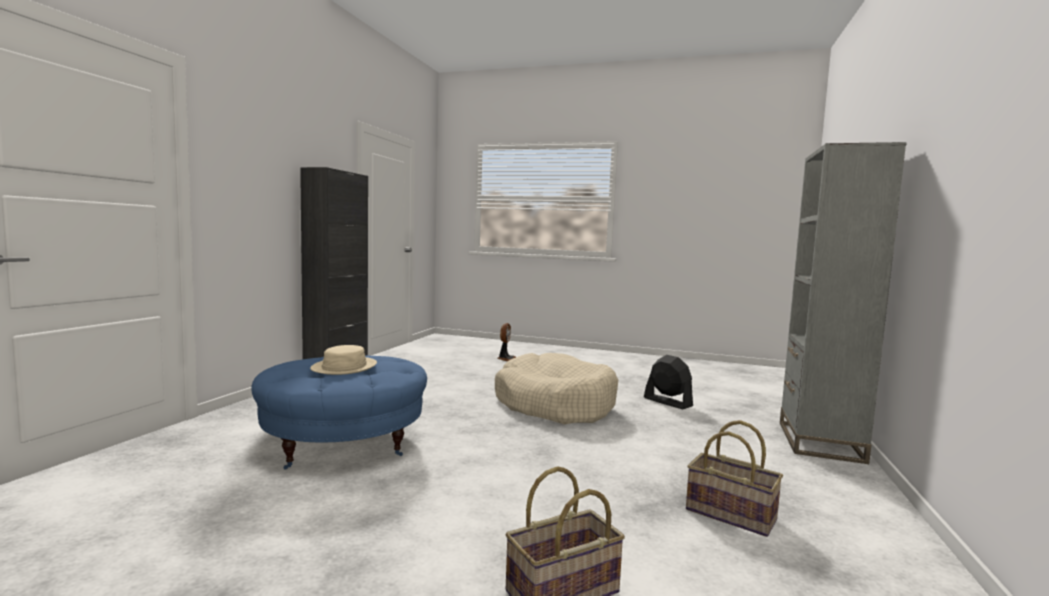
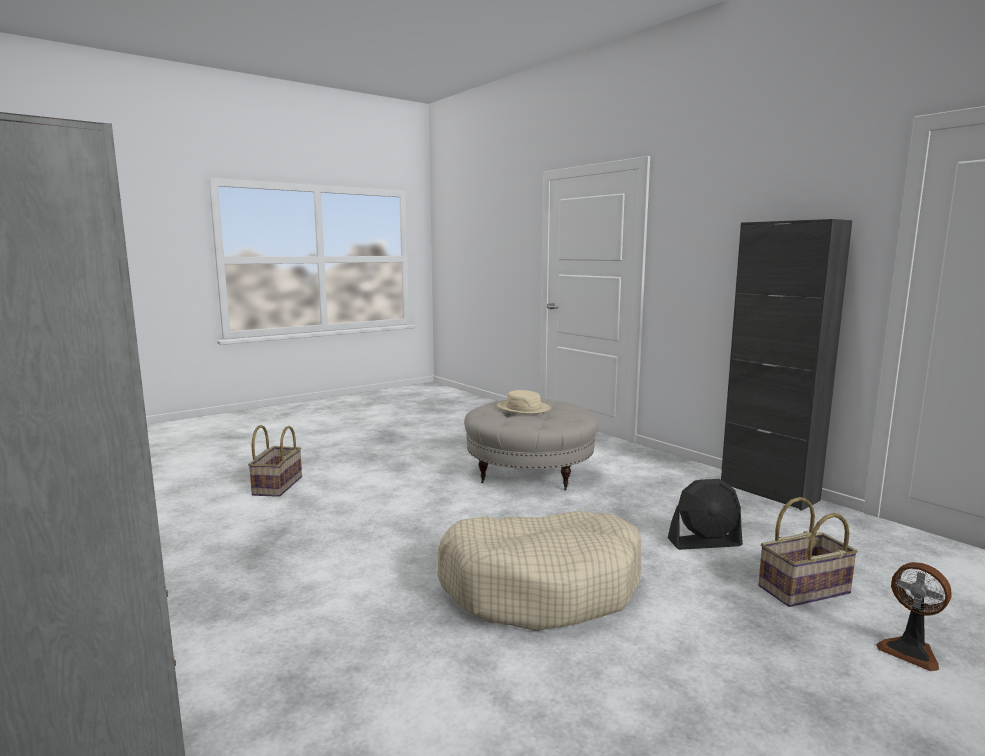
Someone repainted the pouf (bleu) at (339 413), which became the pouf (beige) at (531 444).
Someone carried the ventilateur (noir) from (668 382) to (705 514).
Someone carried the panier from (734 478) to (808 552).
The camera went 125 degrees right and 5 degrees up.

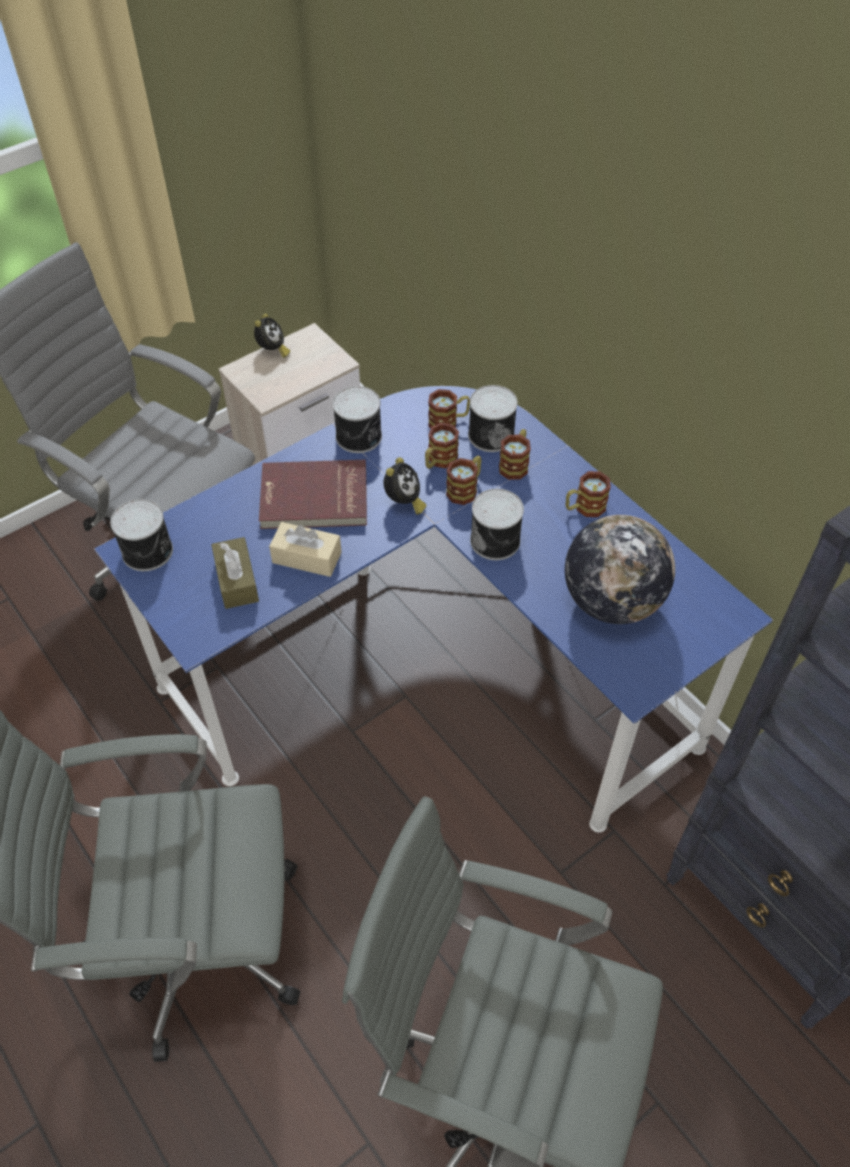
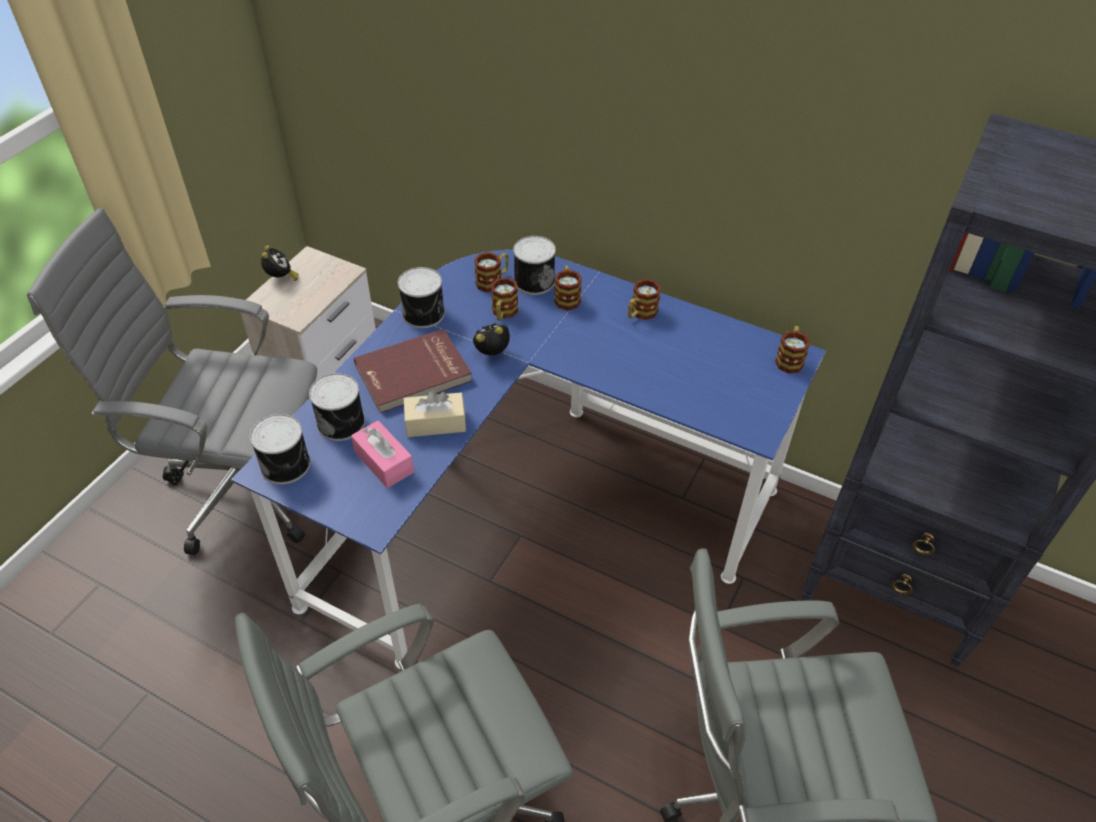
Someone repainted the boîte à mouchoirs (marron) at (235 573), which became the boîte à mouchoirs (rose) at (382 454).
Someone rotated the réveil at (404 486) by 105 degrees counterclockwise.
Someone carried the mug from (464 480) to (793 350).
Someone carried the boîte métallique from (497 524) to (337 407).
Someone took away the globe at (620 569).
The camera went 25 degrees left and 5 degrees down.

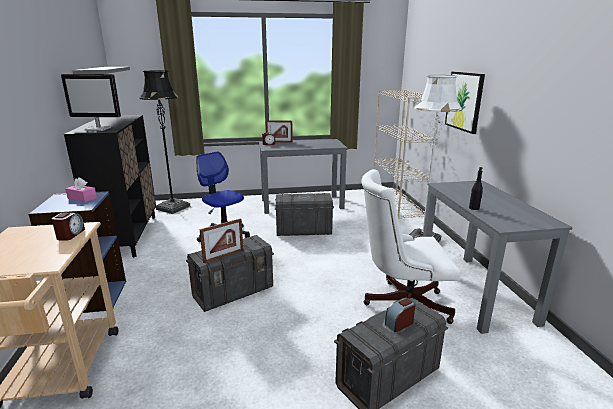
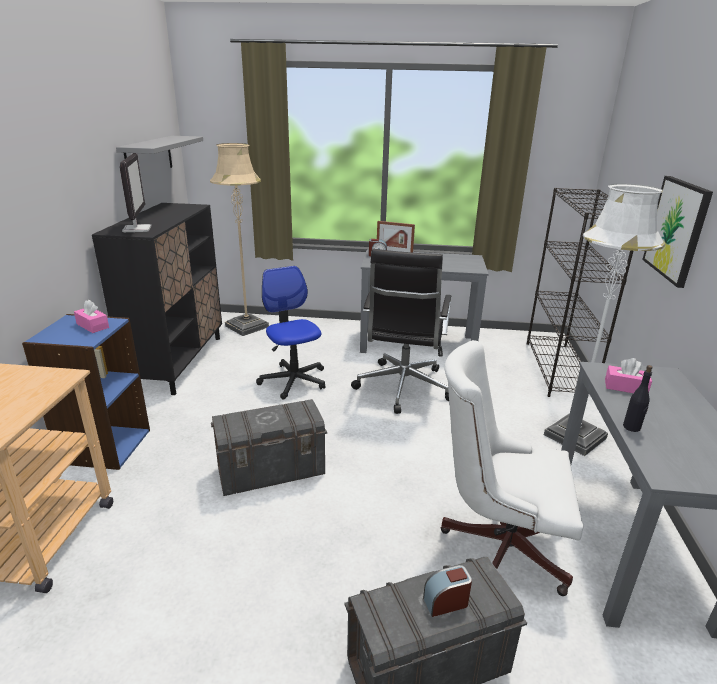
Someone took away the réveil at (68 227).
Someone rotated the écran d'ordinateur at (91 102) by 120 degrees counterclockwise.
Someone repainted the lampadaire (noir) at (164 142), which became the lampadaire (beige) at (239 239).
Someone took away the cadre photo at (221 240).
Someone swapped the boîte de rangement (gris) at (304 214) for the chaise de bureau (noir) at (401 331).
Someone repainted the bibliothèque (beige) at (406 154), which became the bibliothèque (noir) at (580 292).
Someone put down the boîte à mouchoirs (rose) at (628 375).
The camera went 15 degrees right and 5 degrees up.

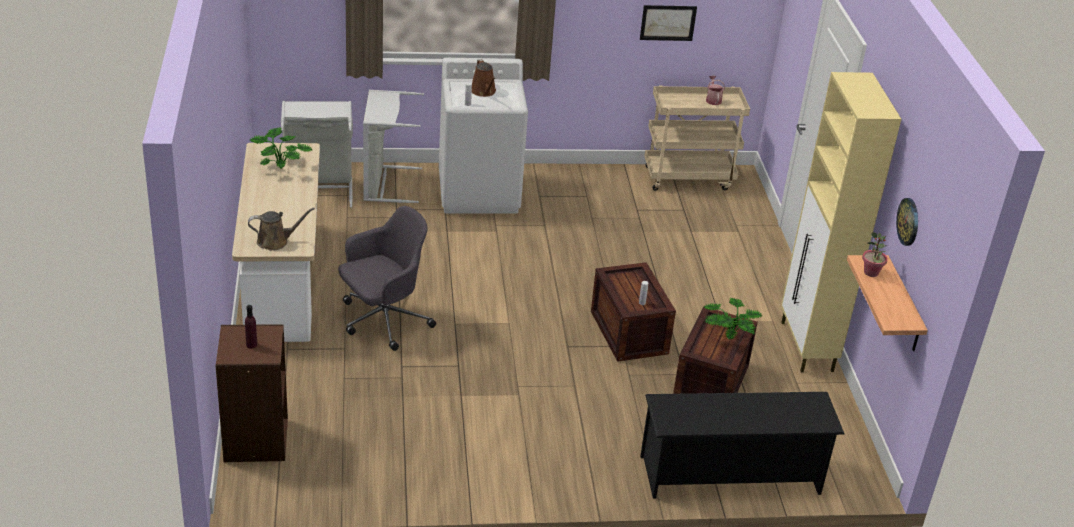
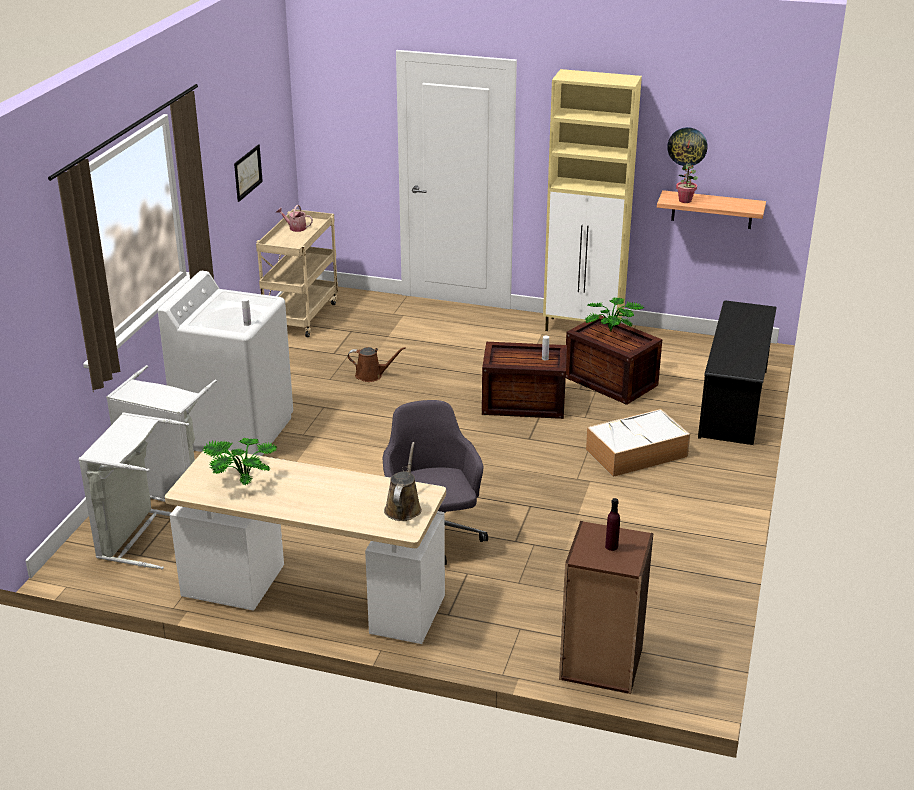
Someone carried the arrosoir (marron) from (484 78) to (377 364).
Someone put down the boîte de rangement at (638 443).
The camera went 65 degrees left and 5 degrees down.

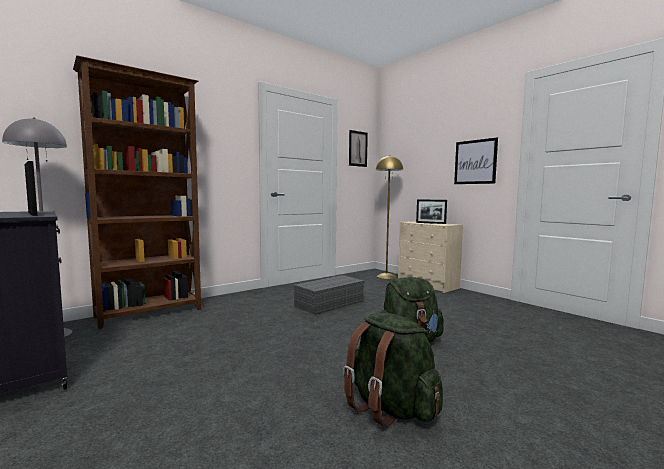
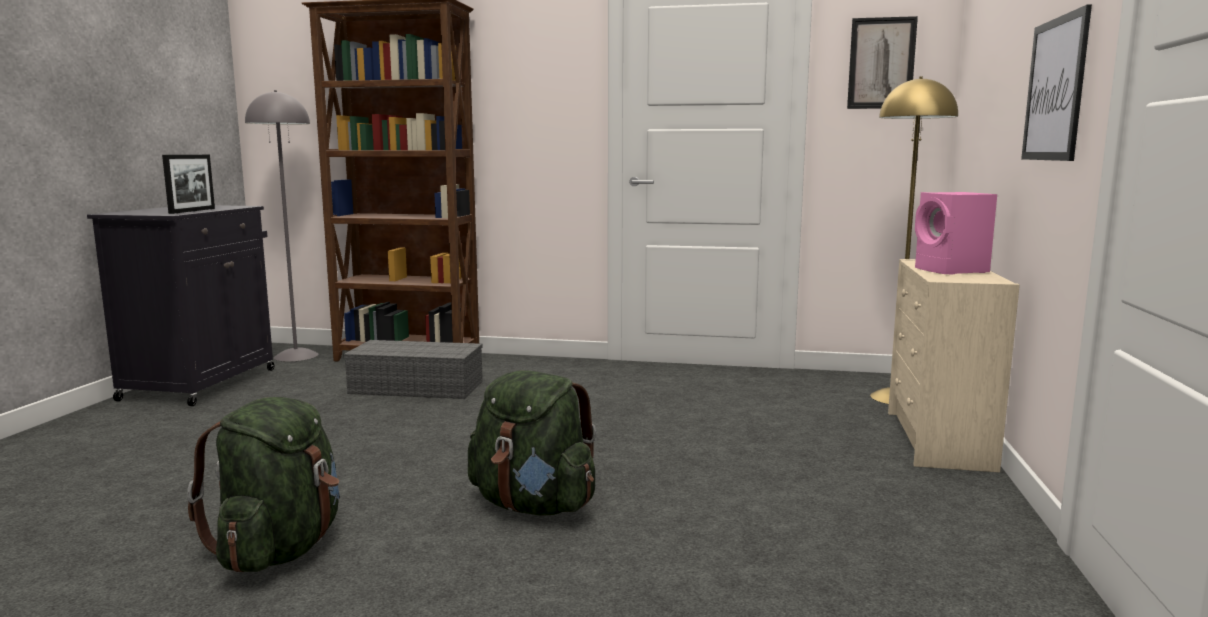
Someone carried the boîte de rangement (gris) from (329 295) to (413 369).
Someone swapped the cadre photo at (431 211) for the enceinte (rose) at (956 233).
The camera went 50 degrees right and 5 degrees up.

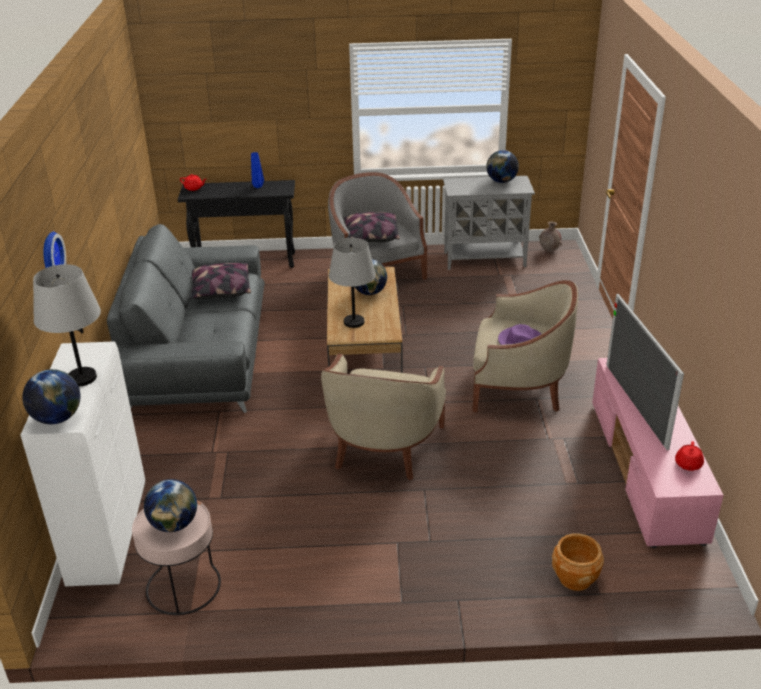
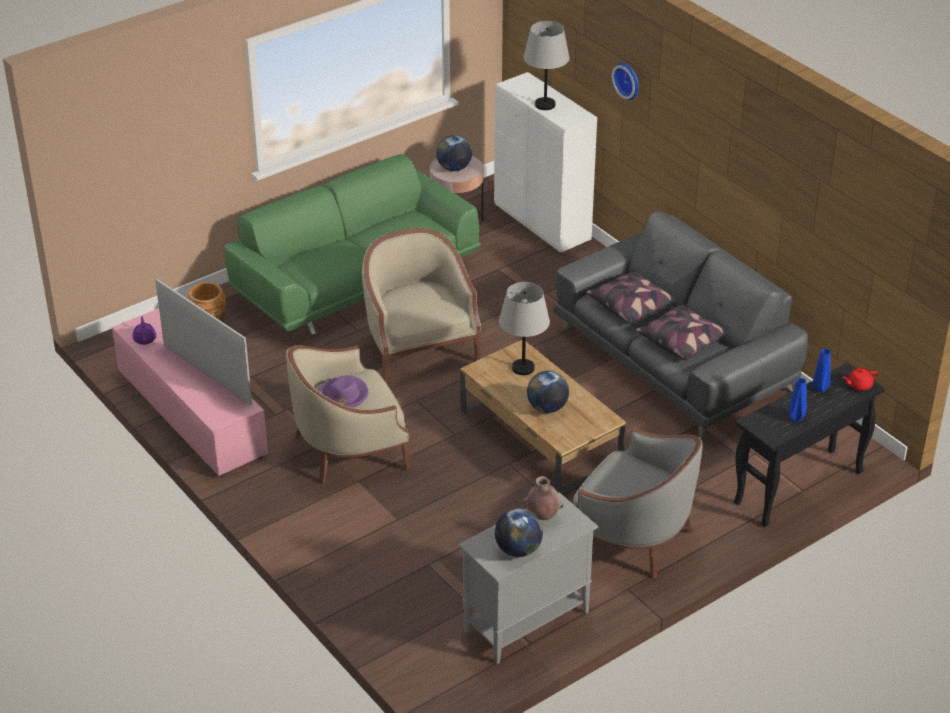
Someone took away the globe at (51 396).
Someone carried the coussin from (372 227) to (632 297).
Someone carried the vase (marron) from (550 236) to (543 498).
Someone repainted the théière (rouge) at (689 456), which became the théière (violet) at (144 331).
Someone put down the canapé (vert) at (353 244).
Someone put down the vase (bleu) at (821 370).
The camera went 145 degrees right and 5 degrees up.

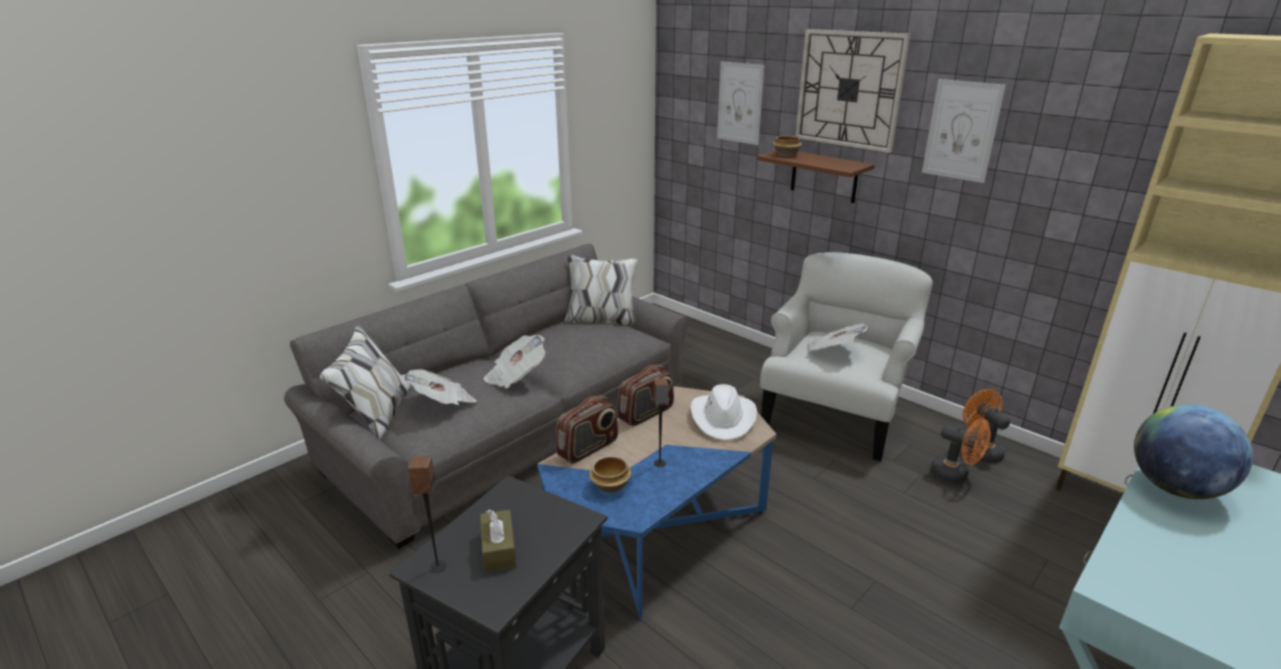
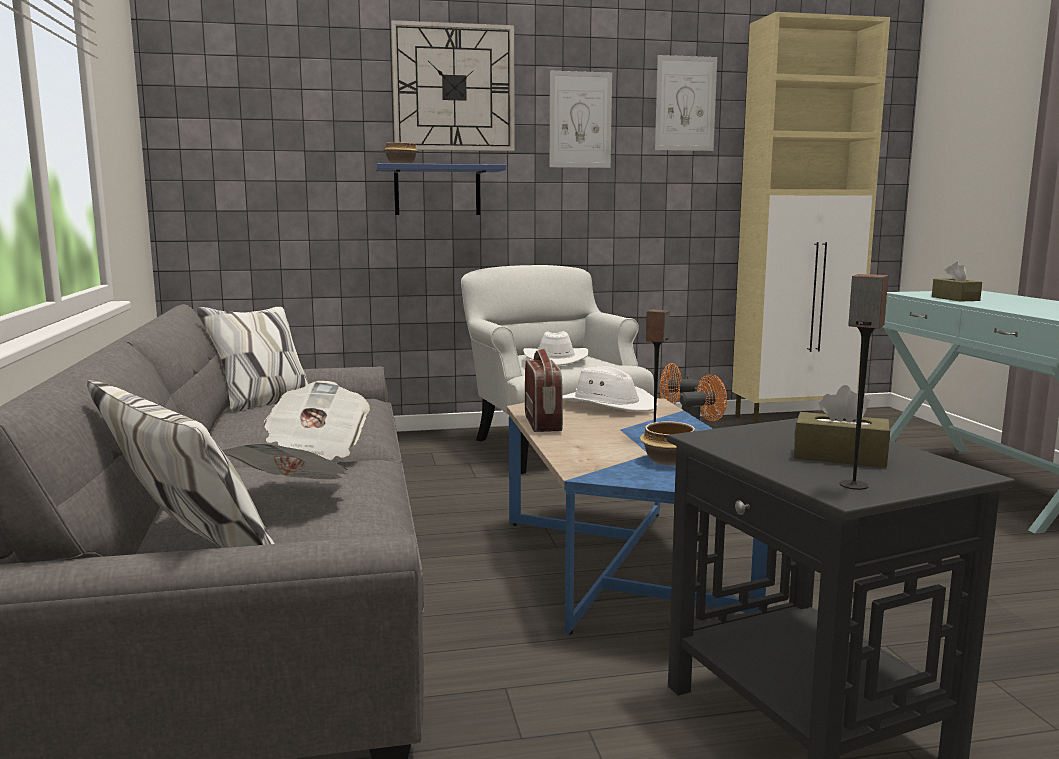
Someone took away the radio at (587 430).
Someone carried the tableau from (741 103) to (686 103).
Someone repainted the étagère (marron) at (816 177), which became the étagère (bleu) at (440 189).
Someone swapped the journal at (838 337) for the chapeau (blanc) at (555 348).
Someone swapped the globe at (1193 451) for the boîte à mouchoirs (marron) at (957 282).
The camera went 55 degrees left and 15 degrees down.

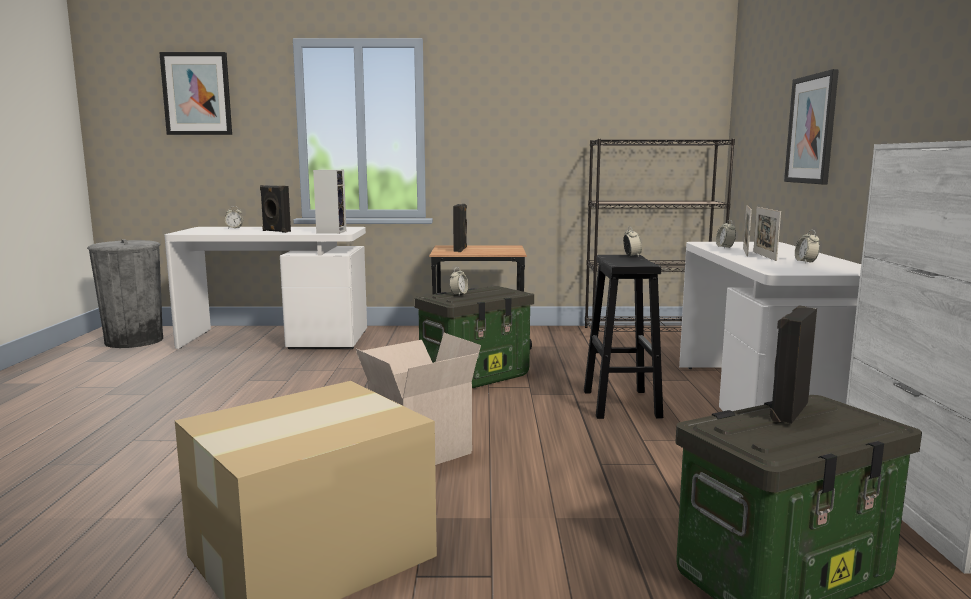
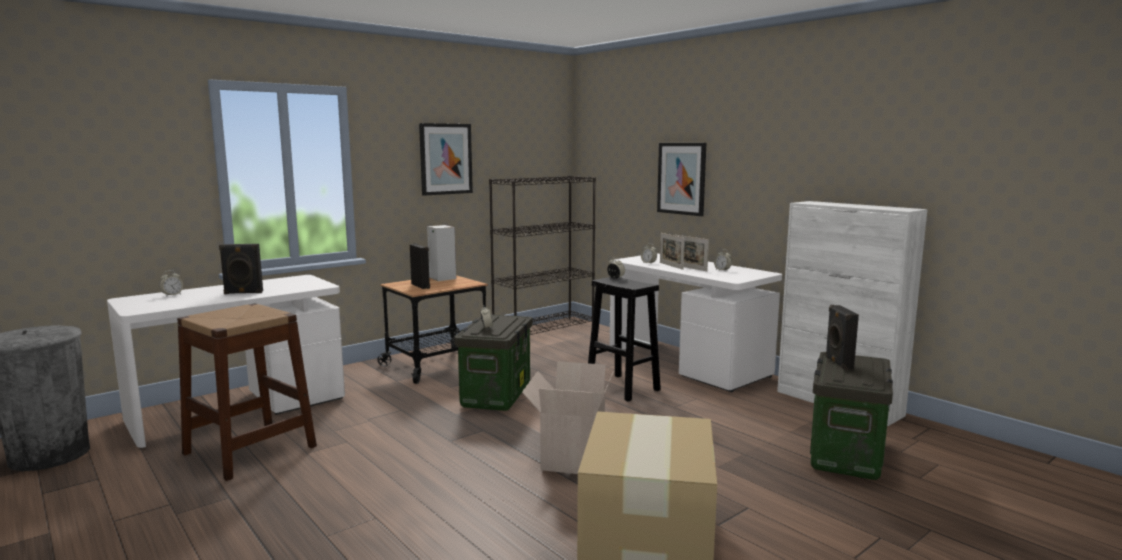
Someone carried the tableau from (195 93) to (446 159).
Someone carried the enceinte from (329 202) to (441 253).
Someone put down the tabouret (marron) at (247 392).
The camera went 40 degrees left and 0 degrees up.

